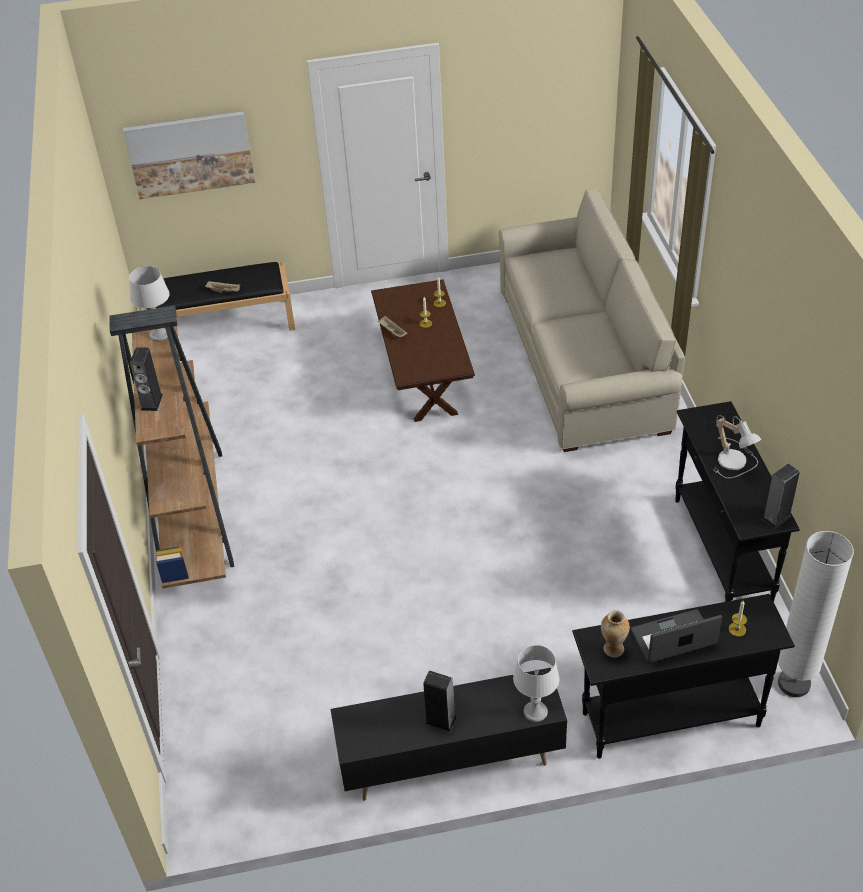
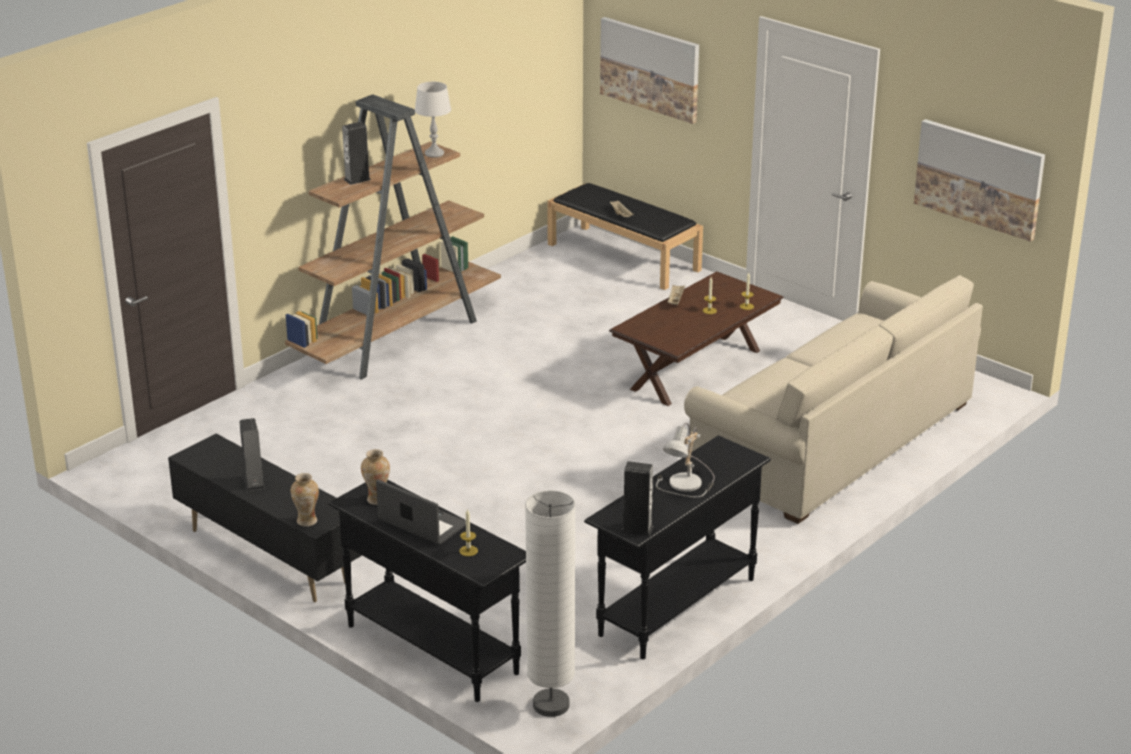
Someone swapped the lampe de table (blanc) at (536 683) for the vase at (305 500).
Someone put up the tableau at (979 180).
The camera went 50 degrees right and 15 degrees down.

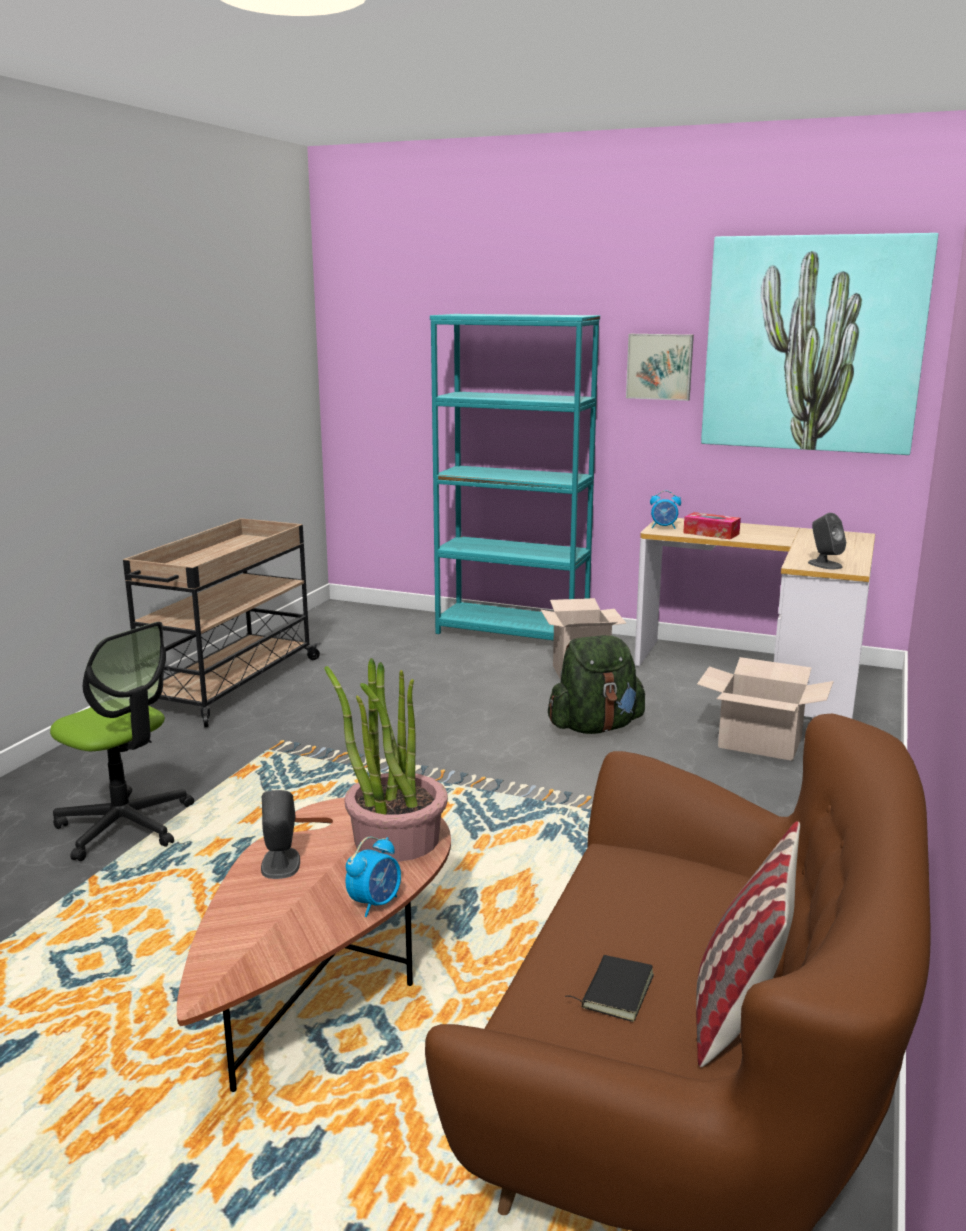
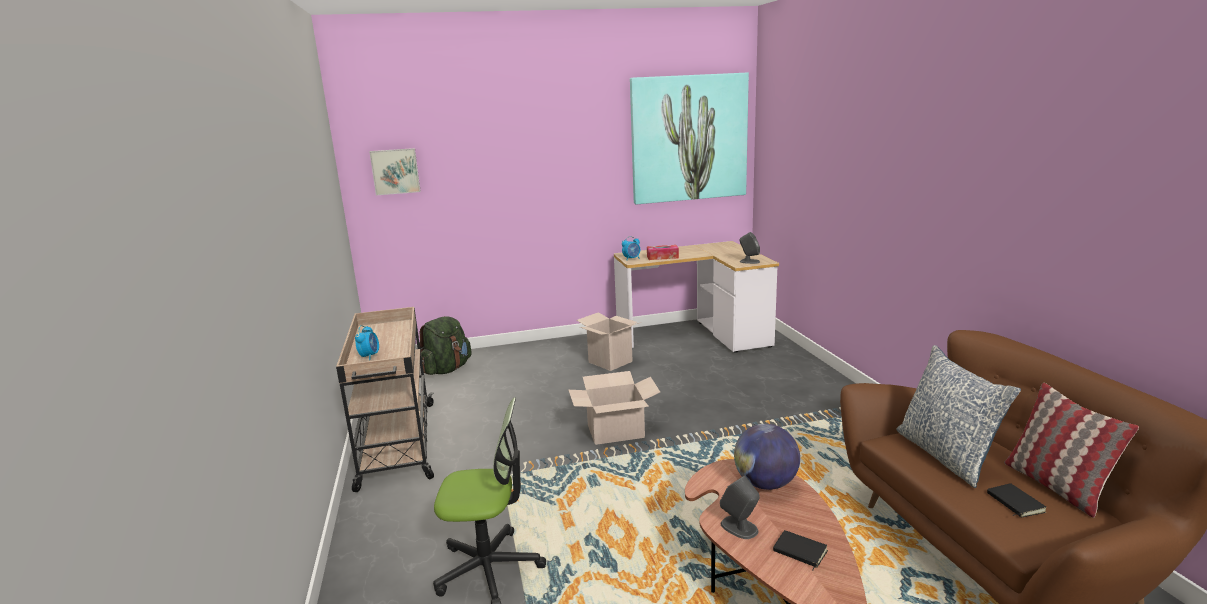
Someone swapped the plante en pot at (386 760) for the globe at (767 457).
Someone carried the réveil from (373 877) to (367 342).
Someone took away the bibliothèque (turquoise) at (515 477).
Someone carried the sac à dos (vert) from (596 684) to (445 345).
Someone carried the tableau from (660 367) to (395 171).
Someone carried the carton from (765 709) to (614 408).
Someone put down the livre (noir) at (800 550).
Someone put down the coussin at (958 416).
The camera went 35 degrees left and 0 degrees up.

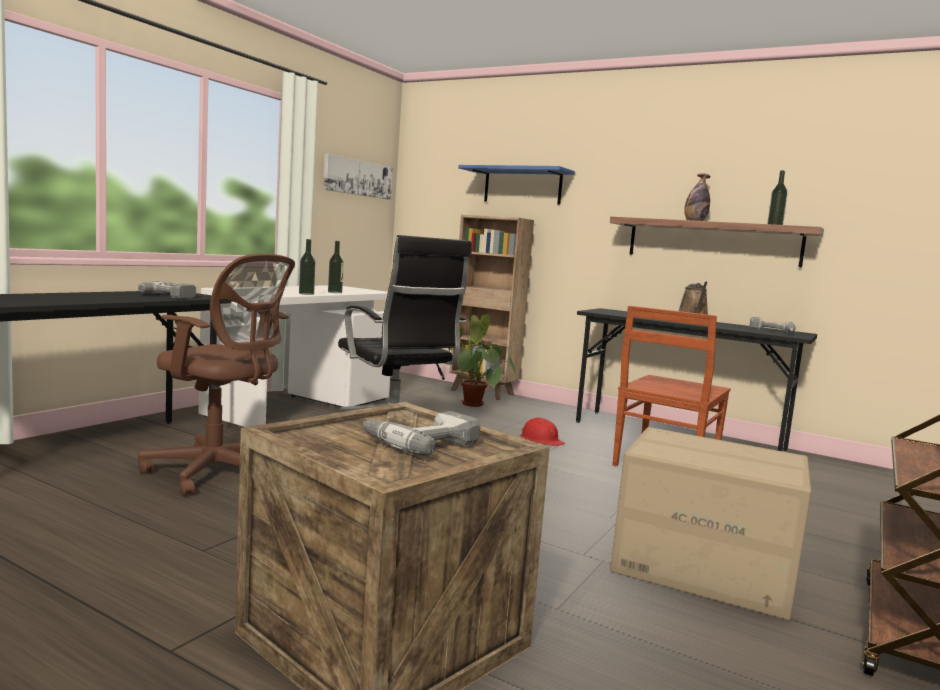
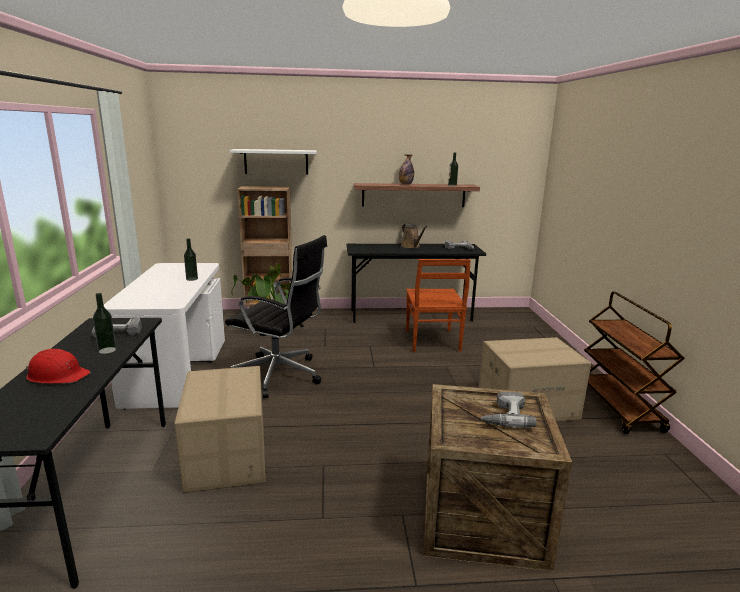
Someone swapped the chaise de bureau (marron) at (216 375) for the carton at (219 429).
Someone carried the bouteille from (307 267) to (104 323).
Someone took away the tableau at (358 177).
Someone repainted the étagère (bleu) at (516 185), which became the étagère (blanc) at (273 162).
Someone carried the casque de chantier (rouge) from (542 432) to (58 366).
The camera went 35 degrees left and 10 degrees up.

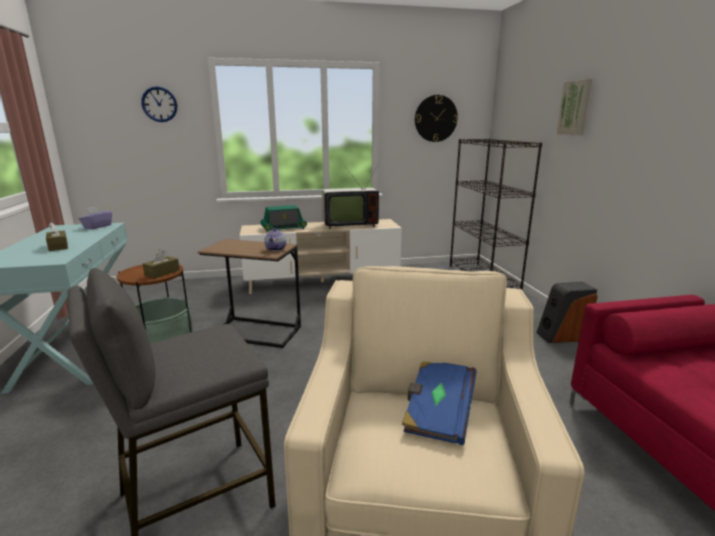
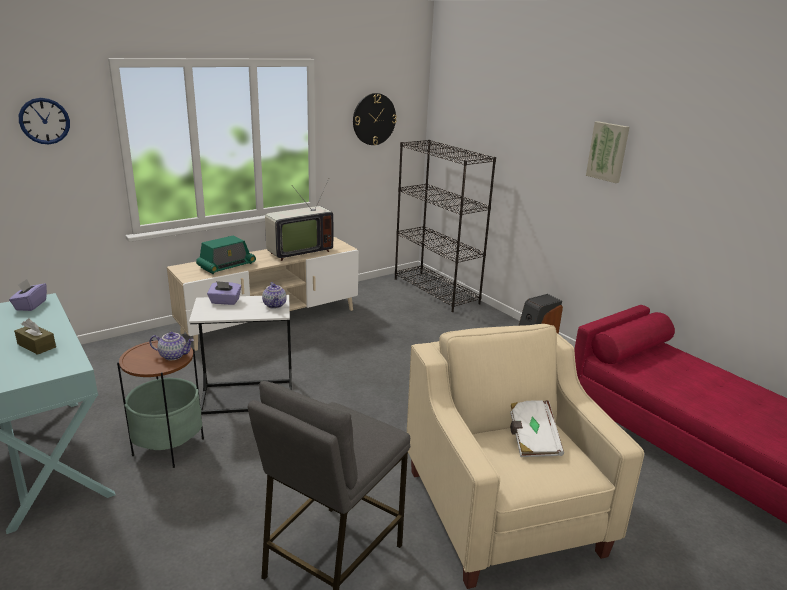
Someone swapped the boîte à mouchoirs (marron) at (161 264) for the théière at (171 346).
Someone repainted the table d'appoint (marron) at (249 293), which became the table d'appoint (blanc) at (240 354).
Someone repainted the livre (bleu) at (439 403), which became the livre (blanc) at (537 428).
Someone carried the tableau from (574 107) to (607 152).
Someone put down the boîte à mouchoirs (violet) at (224 293).
The camera went 25 degrees left and 5 degrees up.

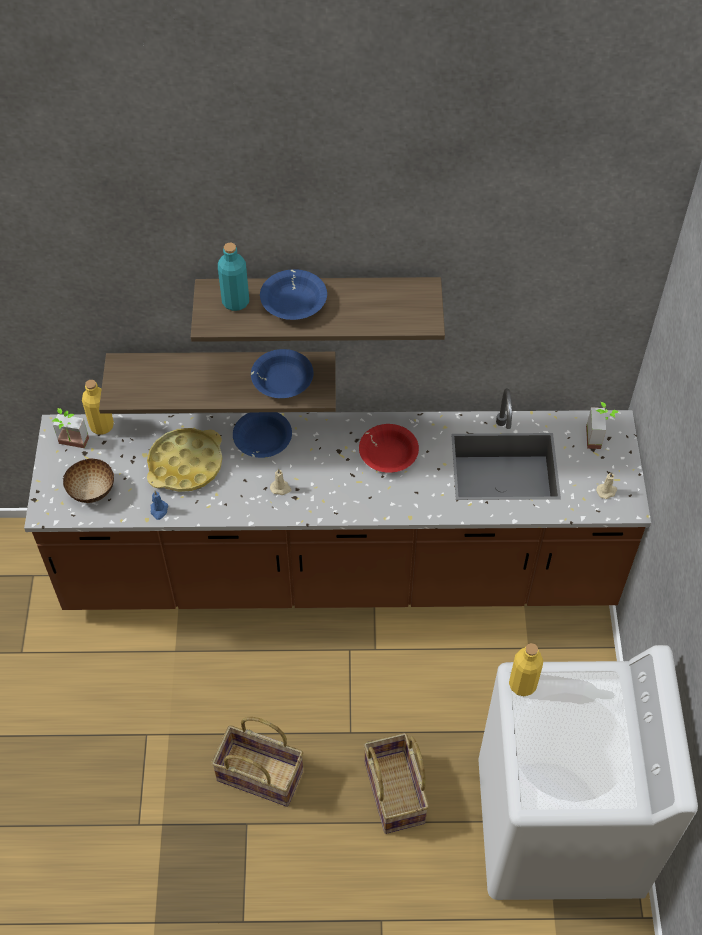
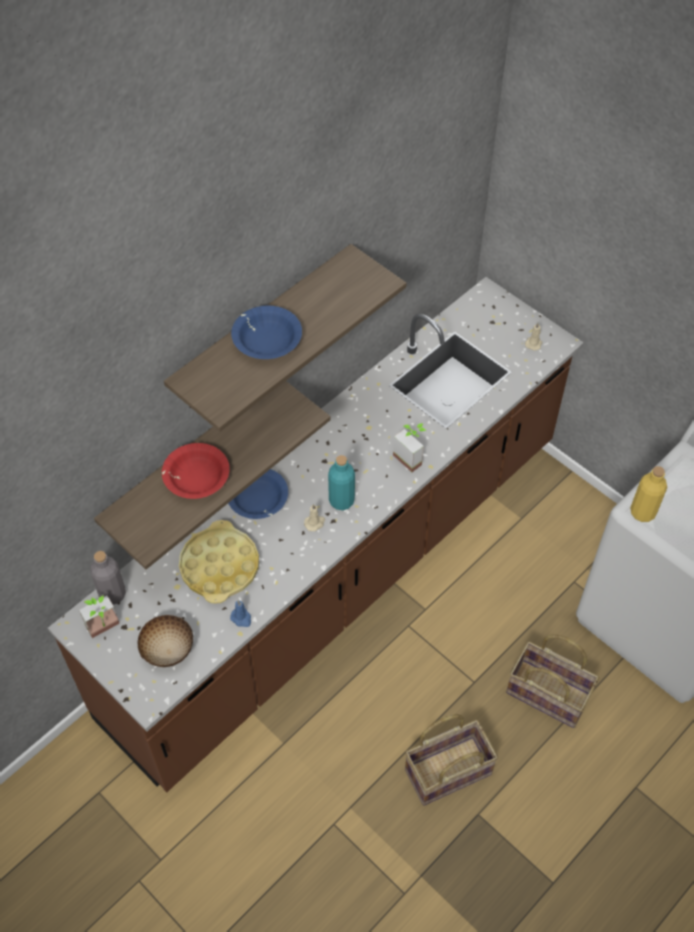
Someone repainted the bouteille (jaune) at (98 407), which became the bouteille (gris) at (108 577).
Someone carried the bouteille (turquoise) from (233 277) to (341 482).
Someone took away the bol (bleu) at (282 373).
Someone carried the bol (rouge) from (389 448) to (196 471).
Someone carried the plante en pot from (602 425) to (409 447).
The camera went 45 degrees left and 0 degrees up.

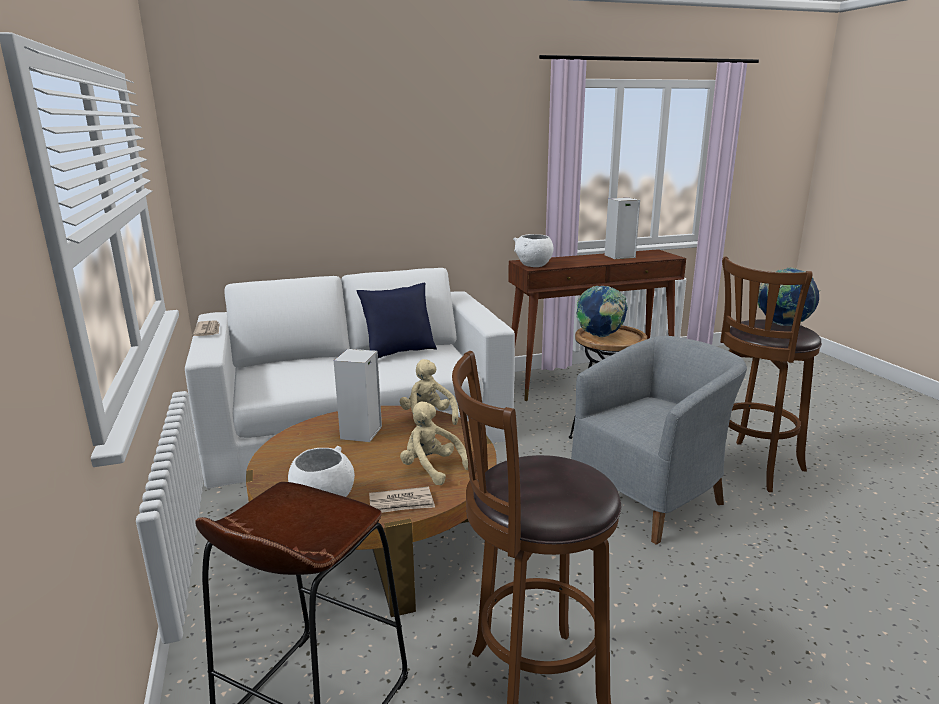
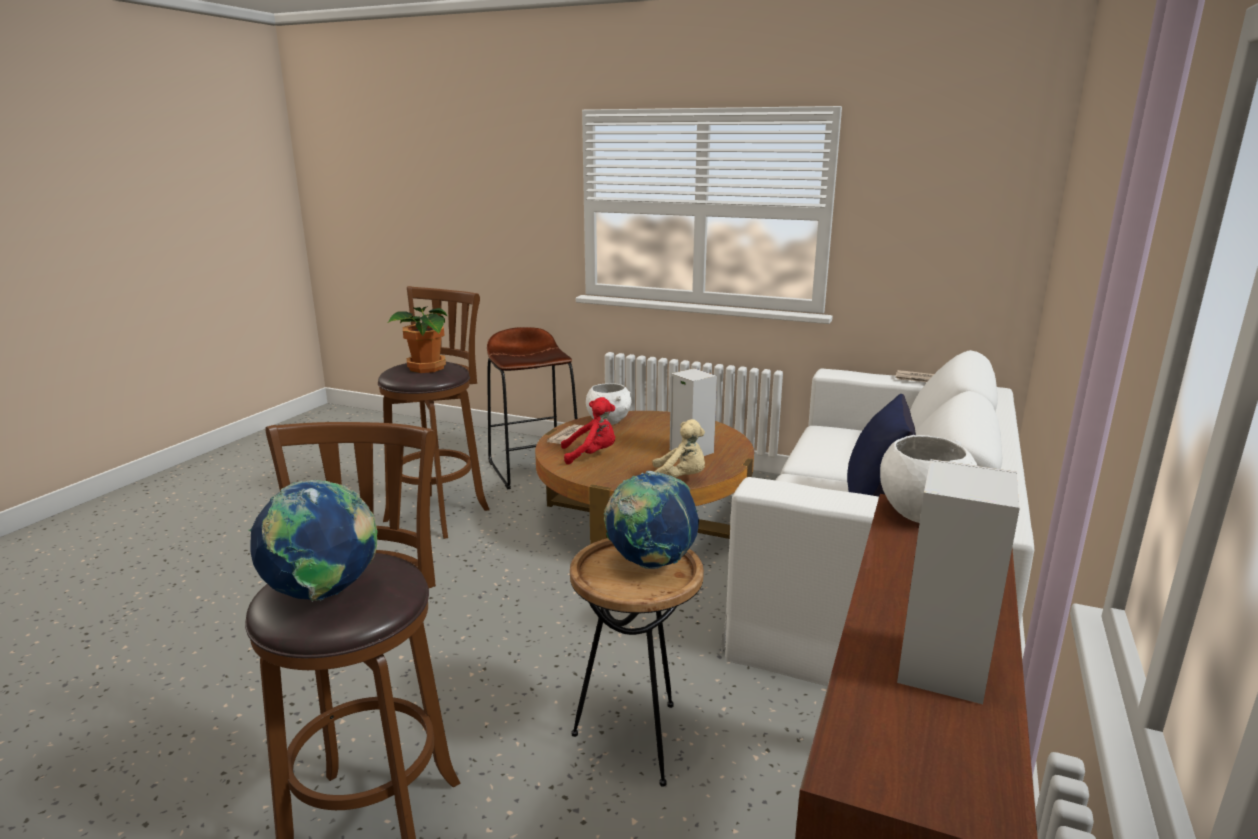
Someone repainted the peluche (beige) at (434 443), which became the peluche (rouge) at (588 431).
Someone took away the fauteuil (gris) at (659 440).
Someone put down the plante en pot at (418 339).
The camera went 130 degrees right and 0 degrees up.

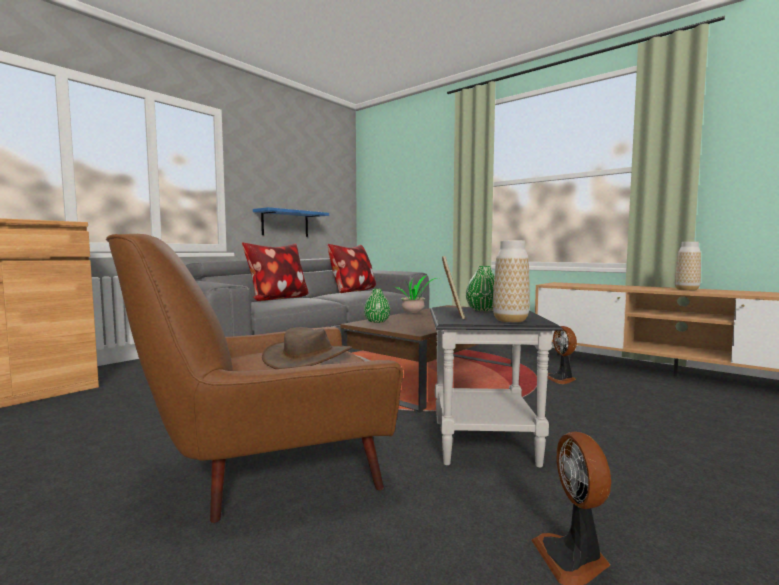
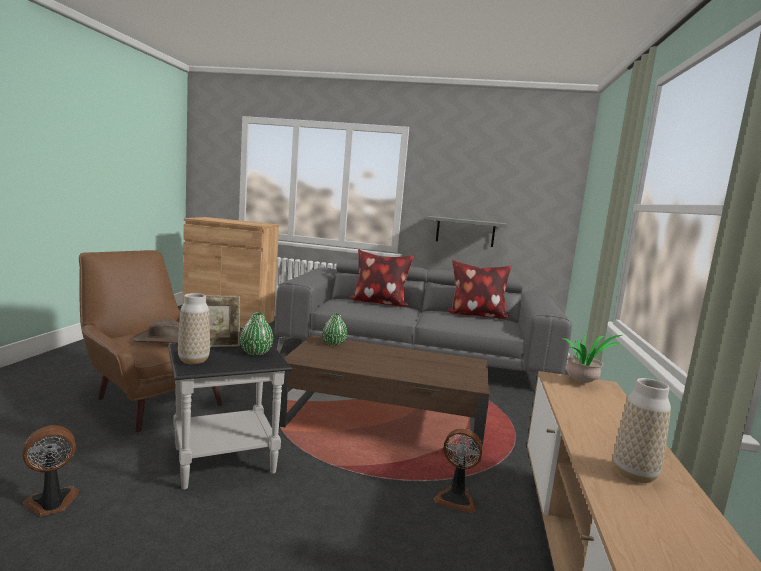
Someone repainted the étagère (bleu) at (291 222), which became the étagère (gris) at (467 231).
Someone carried the plante en pot from (417 294) to (592 357).
Someone rotated the ventilateur at (562 355) by 120 degrees counterclockwise.
The camera went 60 degrees right and 5 degrees up.

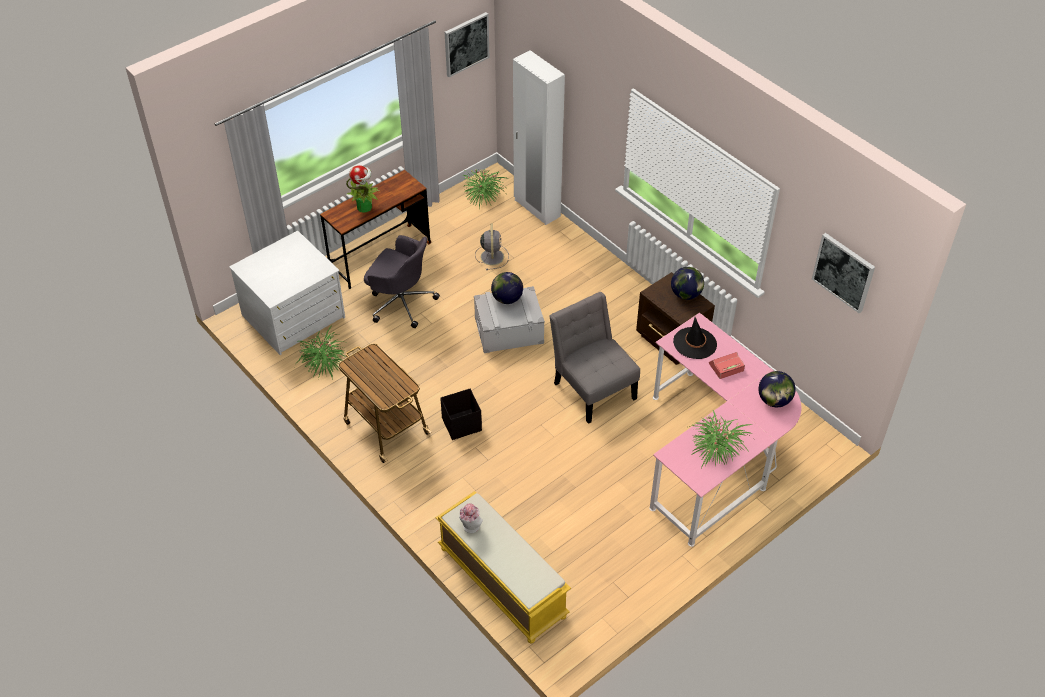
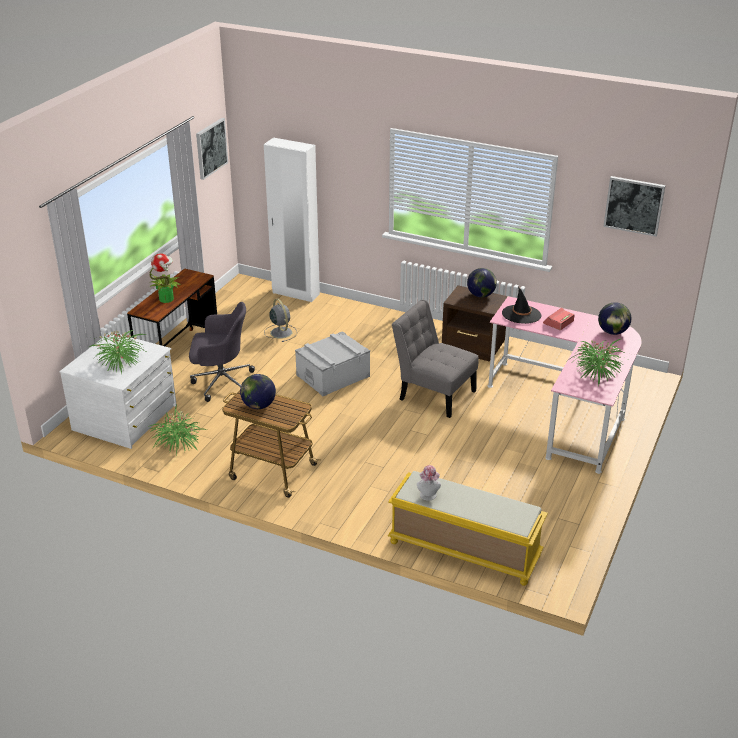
Someone took away the boîte de rangement (noir) at (461 414).
Someone carried the plante en pot from (486 188) to (117 352).
Someone carried the globe from (507 288) to (258 391).
The camera went 25 degrees left and 15 degrees down.

